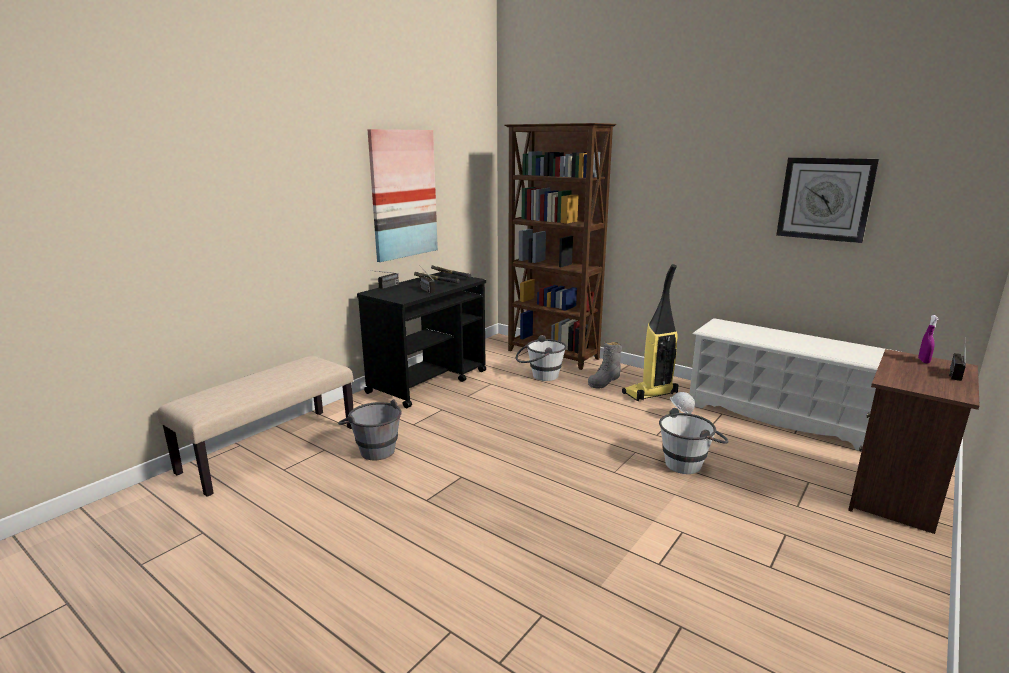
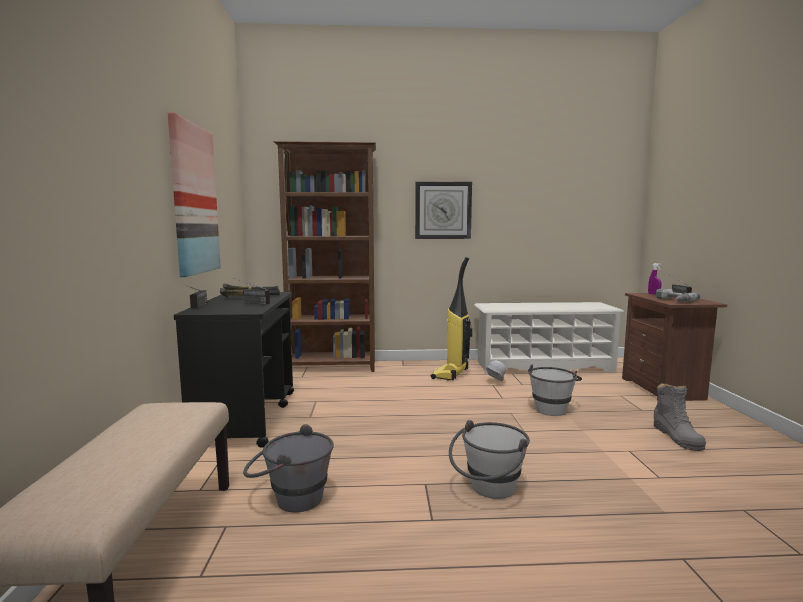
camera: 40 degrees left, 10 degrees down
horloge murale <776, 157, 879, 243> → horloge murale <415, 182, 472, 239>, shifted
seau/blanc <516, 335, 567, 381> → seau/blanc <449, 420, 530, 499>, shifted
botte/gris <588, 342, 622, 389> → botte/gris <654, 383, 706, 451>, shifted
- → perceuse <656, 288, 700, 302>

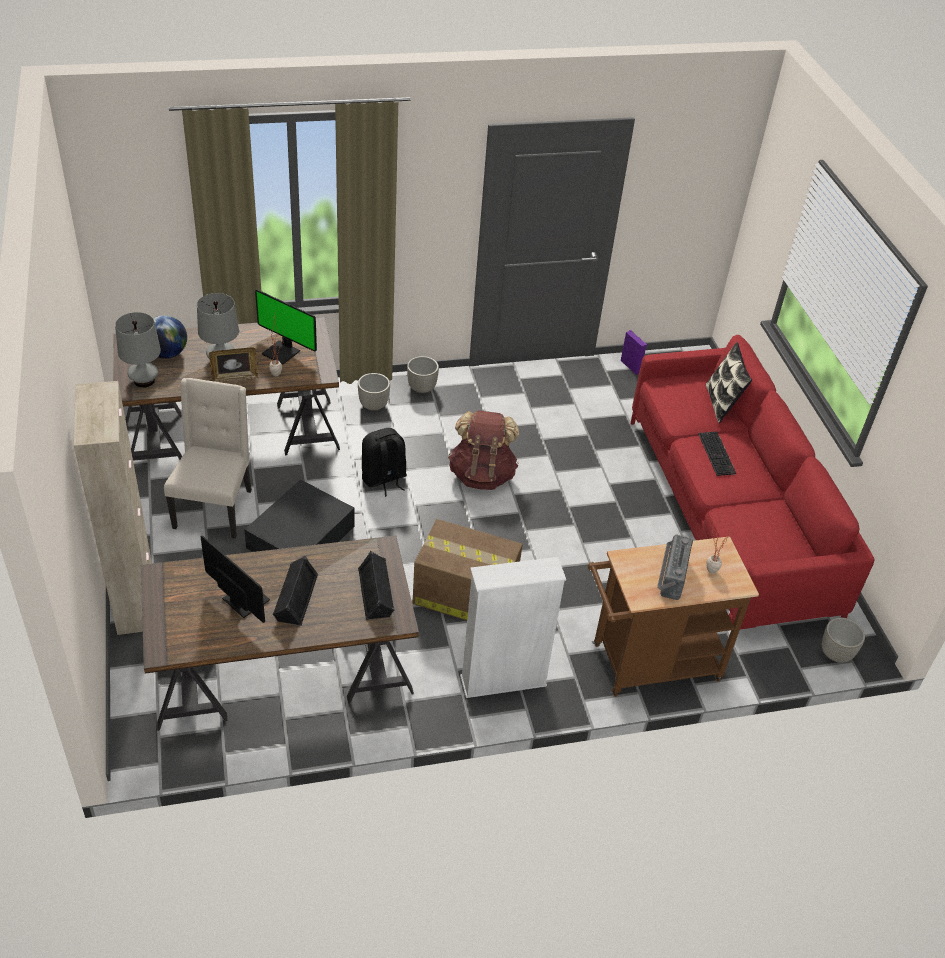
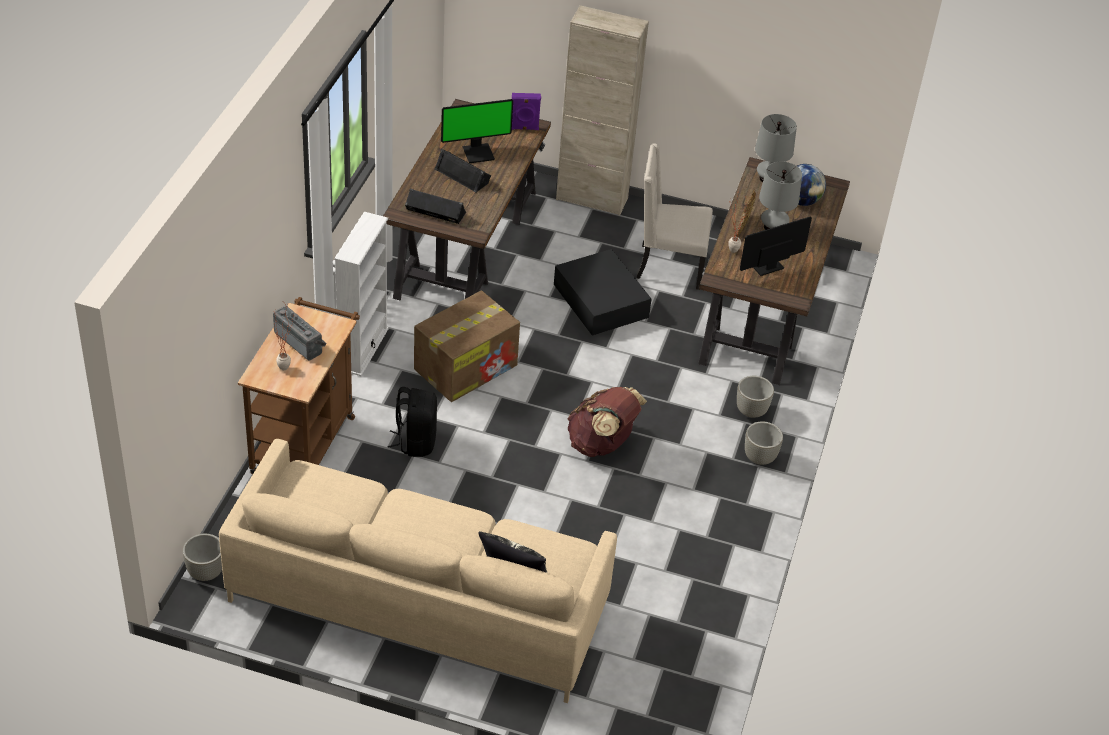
camera: 120 degrees right, 0 degrees up
enceinte/violet <621, 330, 647, 375> → enceinte/violet <512, 93, 541, 130>, shifted
canapé/rouge <631, 335, 875, 629> → canapé/beige <219, 439, 617, 703>
chaise/beige <164, 378, 252, 539> → chaise/beige <637, 143, 713, 290>, 150 degrees clockwise
sac à dos/noir <362, 428, 407, 497> → sac à dos/noir <388, 387, 437, 457>, shifted
clavier <698, 431, 736, 476> → -

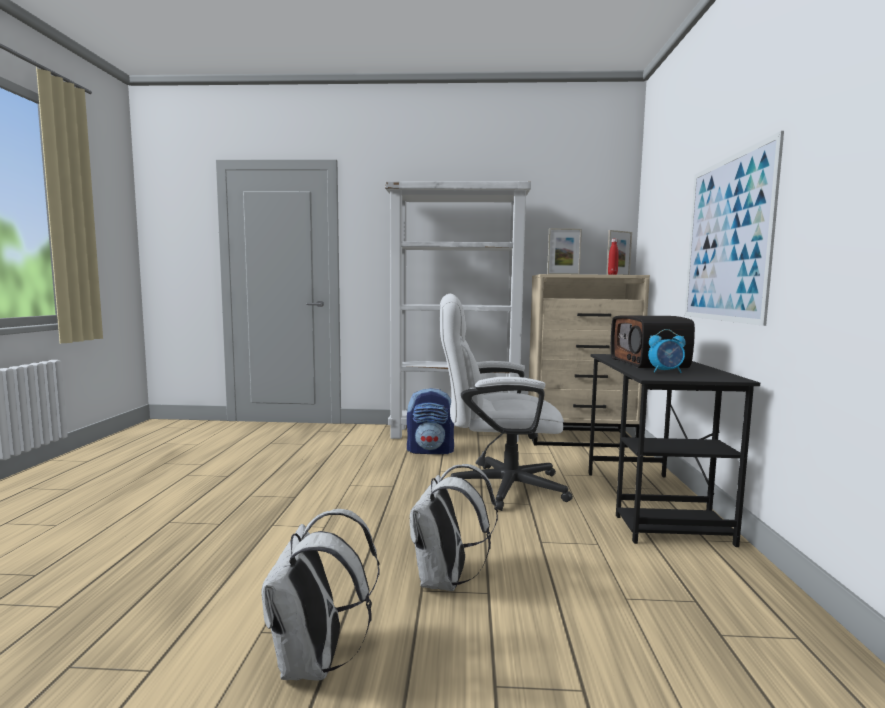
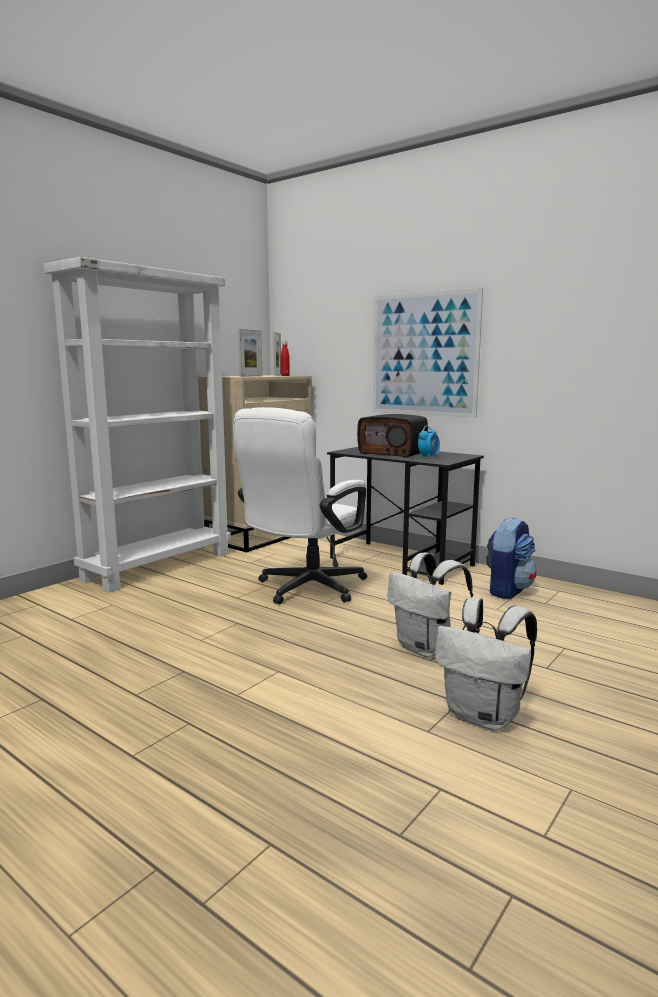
camera: 55 degrees left, 5 degrees up
sac à dos <407, 388, 454, 454> → sac à dos <486, 517, 537, 599>, shifted

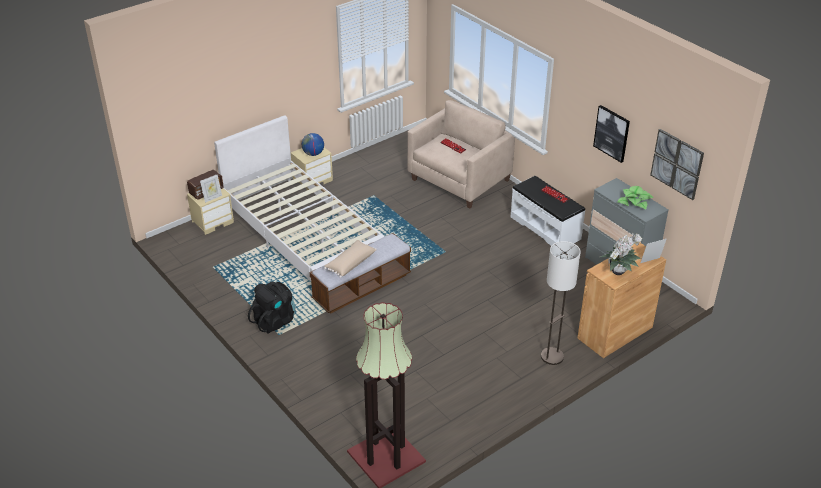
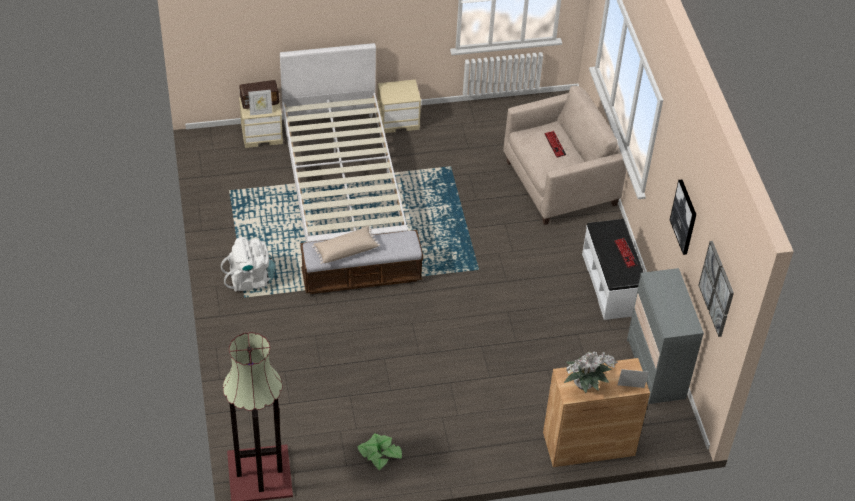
camera: 25 degrees right, 10 degrees up
globe <301, 133, 324, 156> → -
plante en pot <617, 186, 654, 210> → plante en pot <357, 434, 402, 470>, shifted
lampadaire <541, 241, 581, 365> → -
sac à dos/noir <248, 282, 295, 334> → sac à dos/blanc <221, 237, 276, 292>

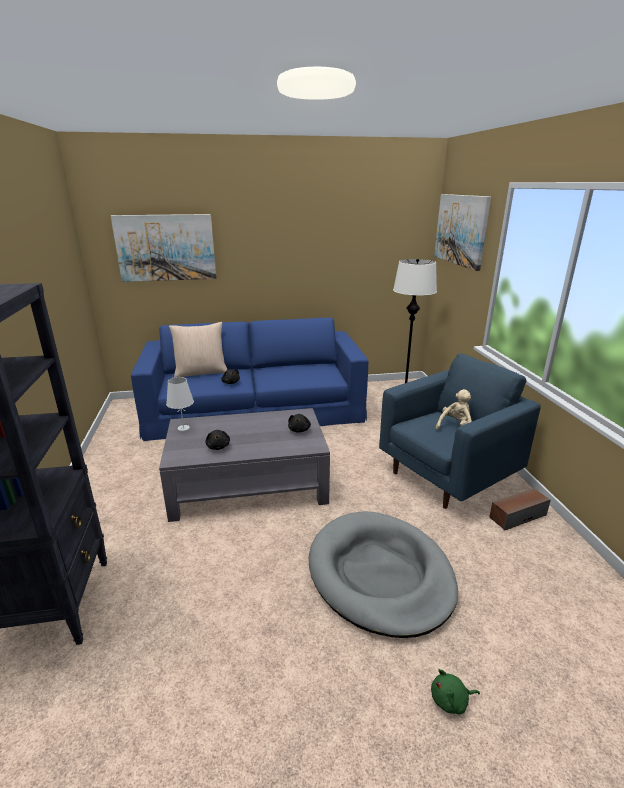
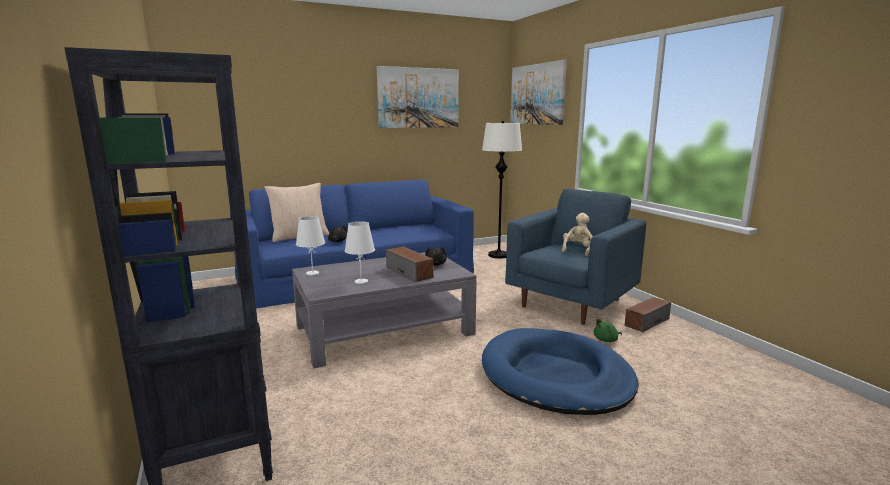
camera: 15 degrees left, 10 degrees down
tableau <111, 214, 216, 282> → tableau <377, 66, 459, 128>, shifted
peluche/noir <205, 430, 230, 450> → lampe de table/blanc <344, 221, 375, 284>
panier pour chien/gris <309, 511, 458, 638> → panier pour chien/bleu <482, 328, 639, 415>
peluche/vert <431, 669, 480, 715> → peluche/vert <594, 319, 622, 342>, shifted
- → enceinte <386, 247, 433, 282>

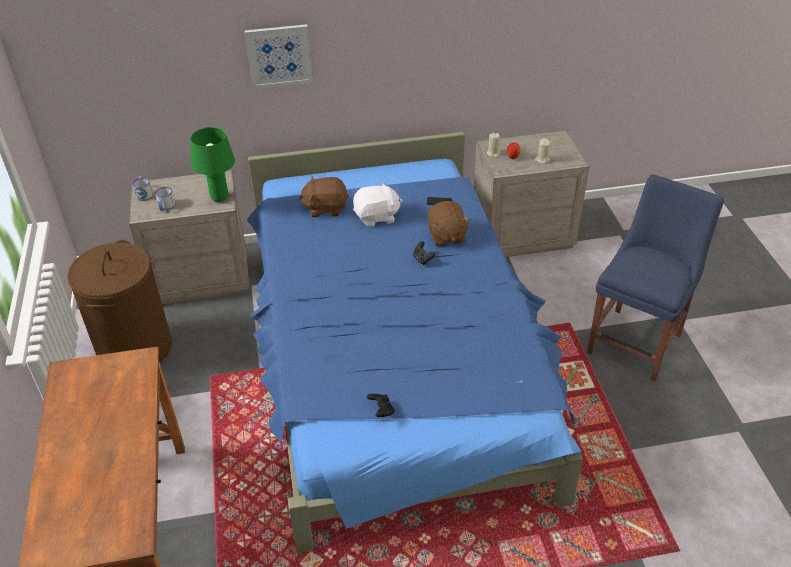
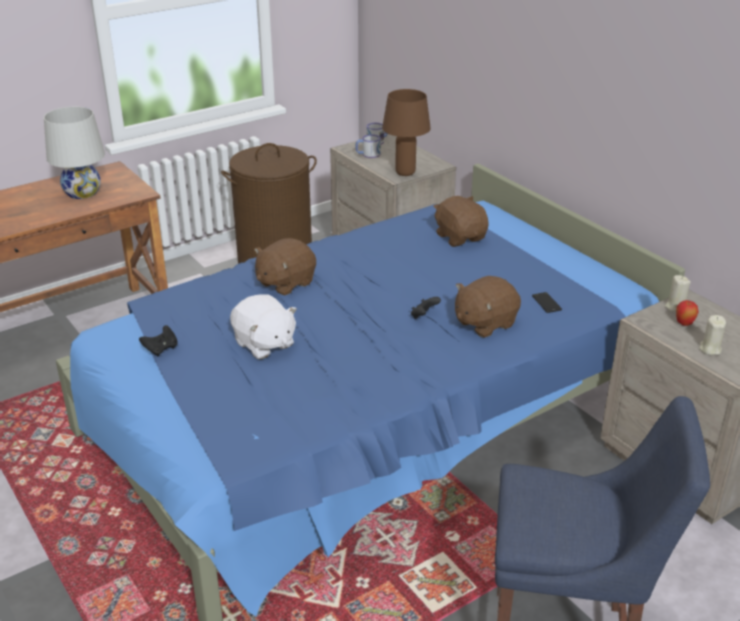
camera: 65 degrees right, 10 degrees down
tableau <244, 24, 313, 89> → -
lampe de table/vert <190, 127, 235, 202> → lampe de table/marron <382, 89, 431, 176>
peluche/blanc <353, 182, 402, 227> → peluche/blanc <230, 295, 297, 359>, shifted
- → lampe de table/blanc <44, 106, 105, 199>
- → peluche/marron <254, 238, 316, 295>

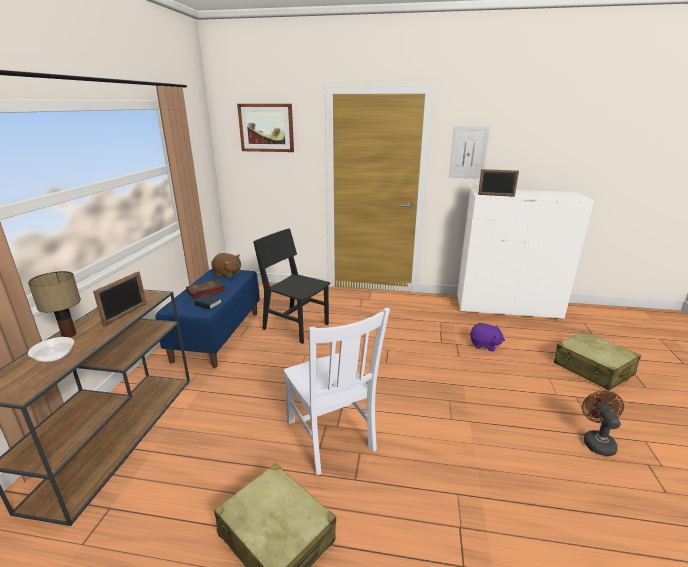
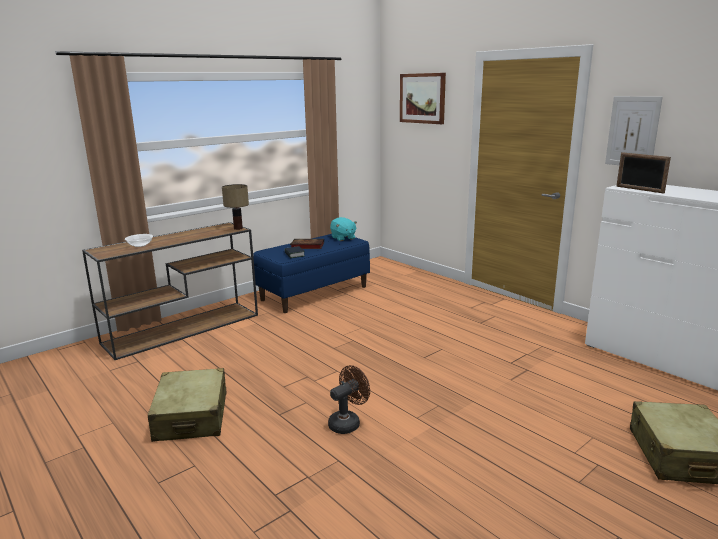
camera: 40 degrees right, 5 degrees down
chaise/noir <253, 228, 330, 344> → -
peluche/marron <211, 253, 241, 277> → peluche/turquoise <330, 217, 357, 241>
lampe de table <28, 271, 81, 338> → lampe de table <222, 184, 249, 230>, shifted
cadre photo <93, 271, 147, 327> → -
chaise/blanc <284, 308, 390, 475> → -
peluche/violet <470, 323, 505, 351> → -
ventilateur/marron <582, 391, 624, 456> → ventilateur/marron <328, 365, 370, 434>, shifted

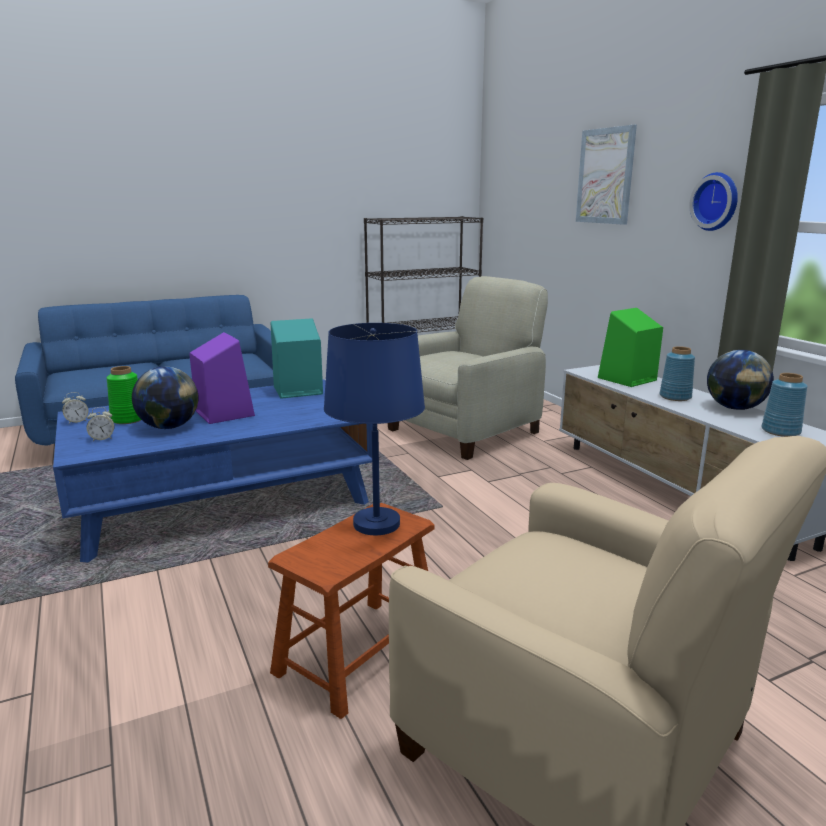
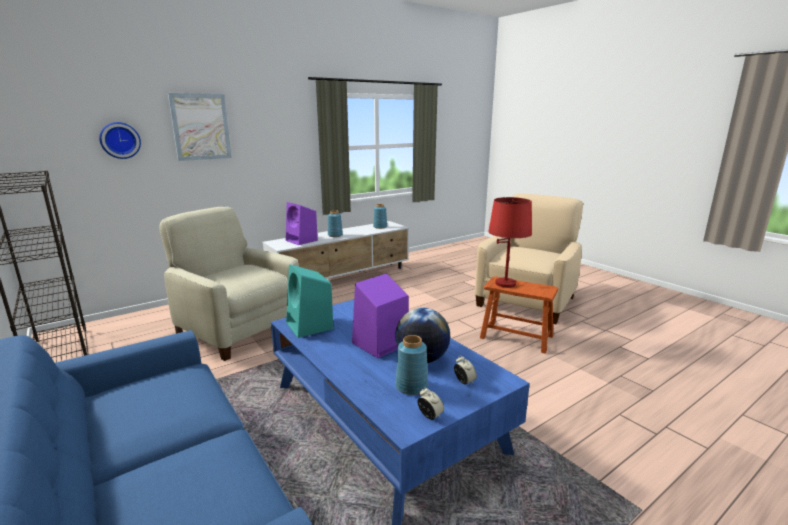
camera: 100 degrees left, 0 degrees up
horloge murale <689, 172, 738, 231> → horloge murale <99, 122, 141, 159>, shifted
enceinte/vert <598, 308, 663, 387> → enceinte/violet <286, 202, 318, 245>
lampe de table/bleu <324, 323, 425, 535> → lampe de table/rouge <488, 197, 532, 288>
globe <707, 350, 774, 410> → -
vase/vert <107, 366, 141, 424> → vase/bleu <396, 335, 428, 395>

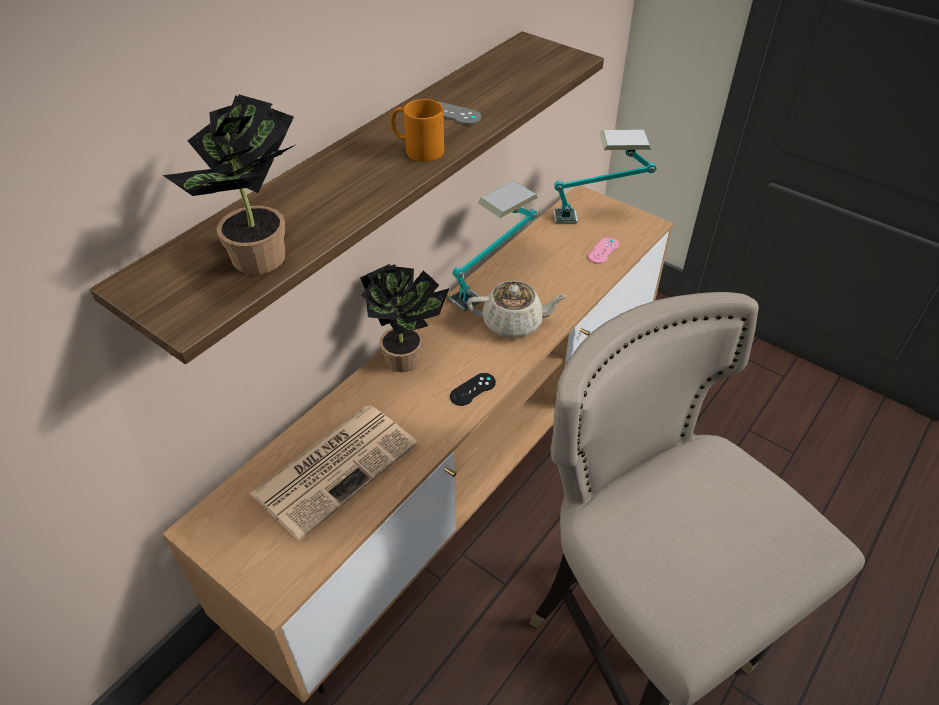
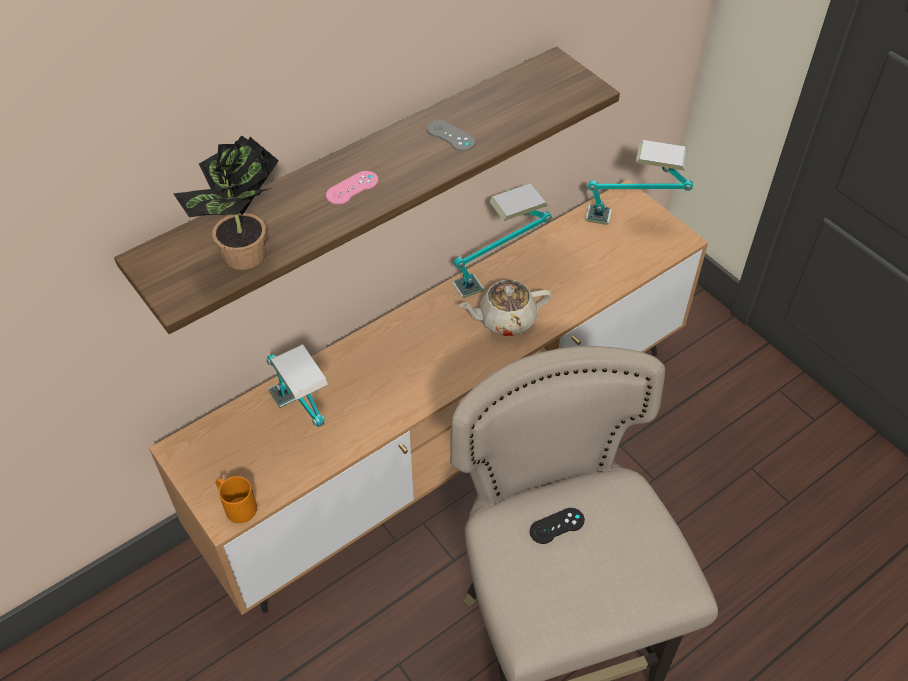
camera: 15 degrees right, 5 degrees up
mug/orange <391, 99, 444, 162> → mug/orange <216, 476, 257, 523>, shifted
manette/rose <588, 238, 619, 264> → manette/rose <326, 171, 378, 205>, shifted
plante en pot <360, 264, 449, 372> → -
théière/beige <467, 281, 567, 338> → théière/beige <459, 280, 552, 336>, 150 degrees clockwise
manette/noir <450, 373, 496, 406> → manette/noir <530, 508, 585, 544>, shifted
journal <249, 405, 417, 541> → lampe de table <267, 344, 328, 427>

